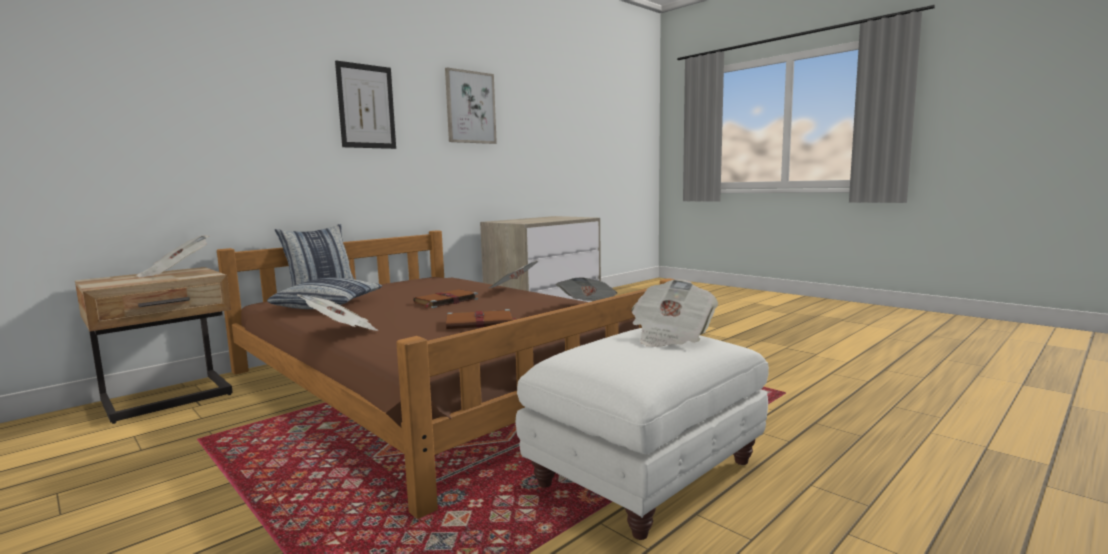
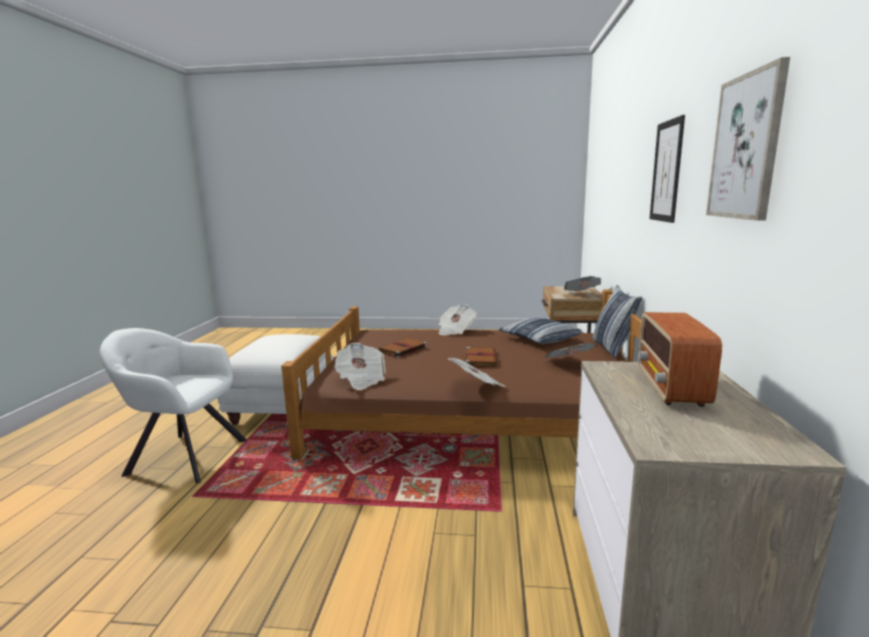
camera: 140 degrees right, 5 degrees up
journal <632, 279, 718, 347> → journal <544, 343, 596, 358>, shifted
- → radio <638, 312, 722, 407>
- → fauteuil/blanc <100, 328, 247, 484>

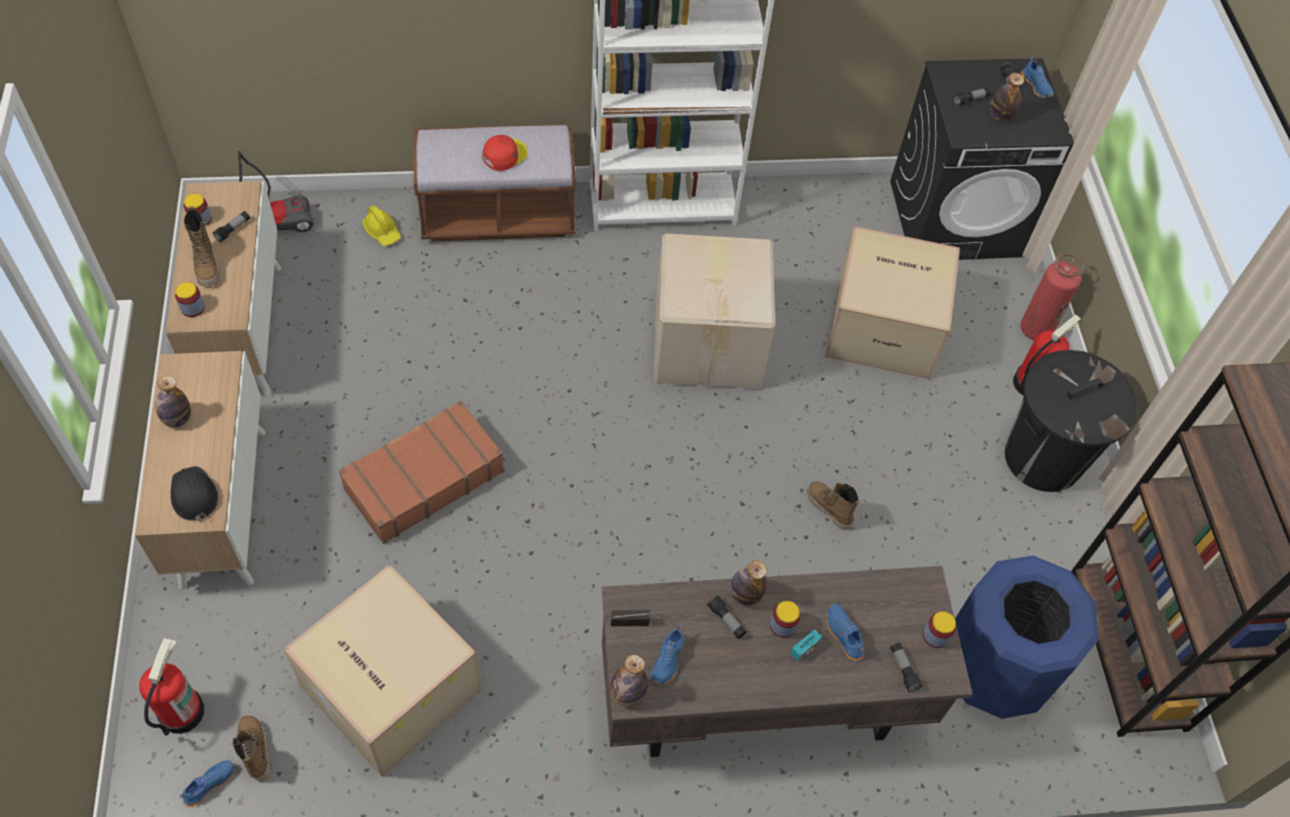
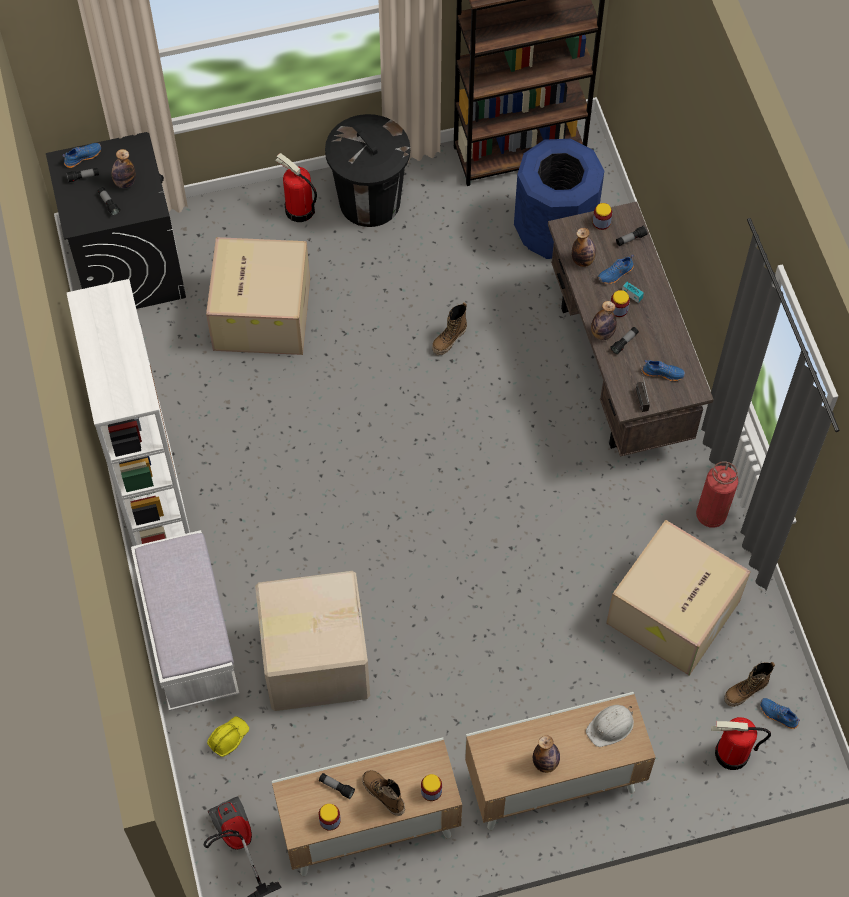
camera: 95 degrees left, 5 degrees up
banc/marron <414, 124, 576, 242> → banc/blanc <131, 530, 239, 711>
casquette/rouge <482, 135, 528, 171> → -
botte <184, 206, 219, 287> → botte <362, 770, 405, 816>, 105 degrees counterclockwise
carton <653, 233, 775, 389> → carton <255, 571, 370, 711>, shifted
extincteur <1020, 254, 1083, 340> → extincteur <696, 461, 738, 528>, shifted
valise/marron <339, 401, 504, 544> → -
casque de chantier/noir <171, 466, 218, 522> → casque de chantier/blanc <586, 705, 634, 747>
bouteille <610, 655, 648, 707> → bouteille <572, 228, 596, 267>, shifted

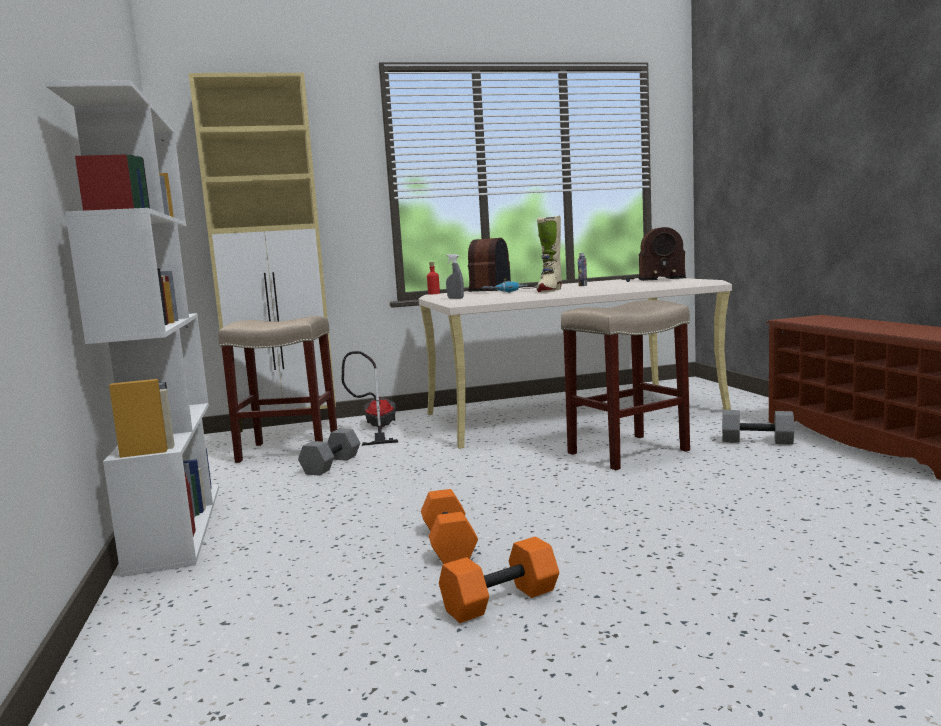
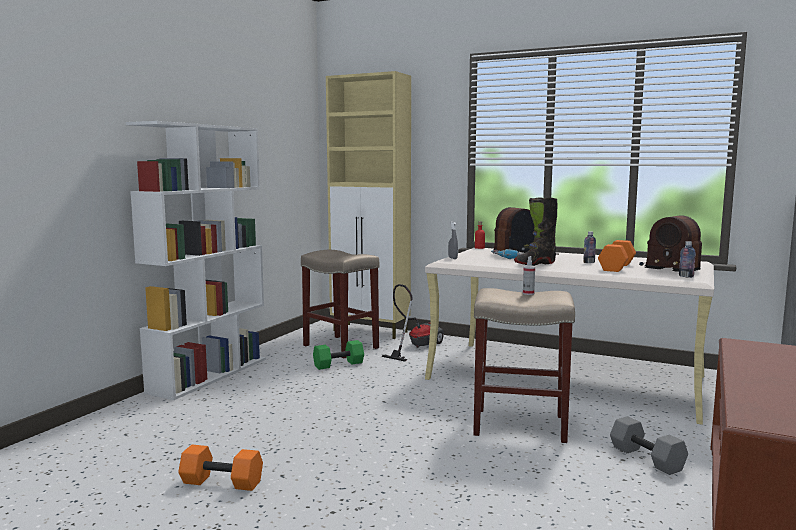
camera: 40 degrees right, 0 degrees up
botte/beige <536, 216, 562, 292> → botte/noir <514, 198, 557, 266>
haltère/gris <298, 428, 360, 476> → haltère/vert <313, 340, 364, 370>
haltère/orange <421, 489, 478, 564> → haltère/orange <598, 240, 636, 272>, shifted
- → bouteille <679, 241, 696, 278>
- → vaporisateur <523, 256, 535, 295>

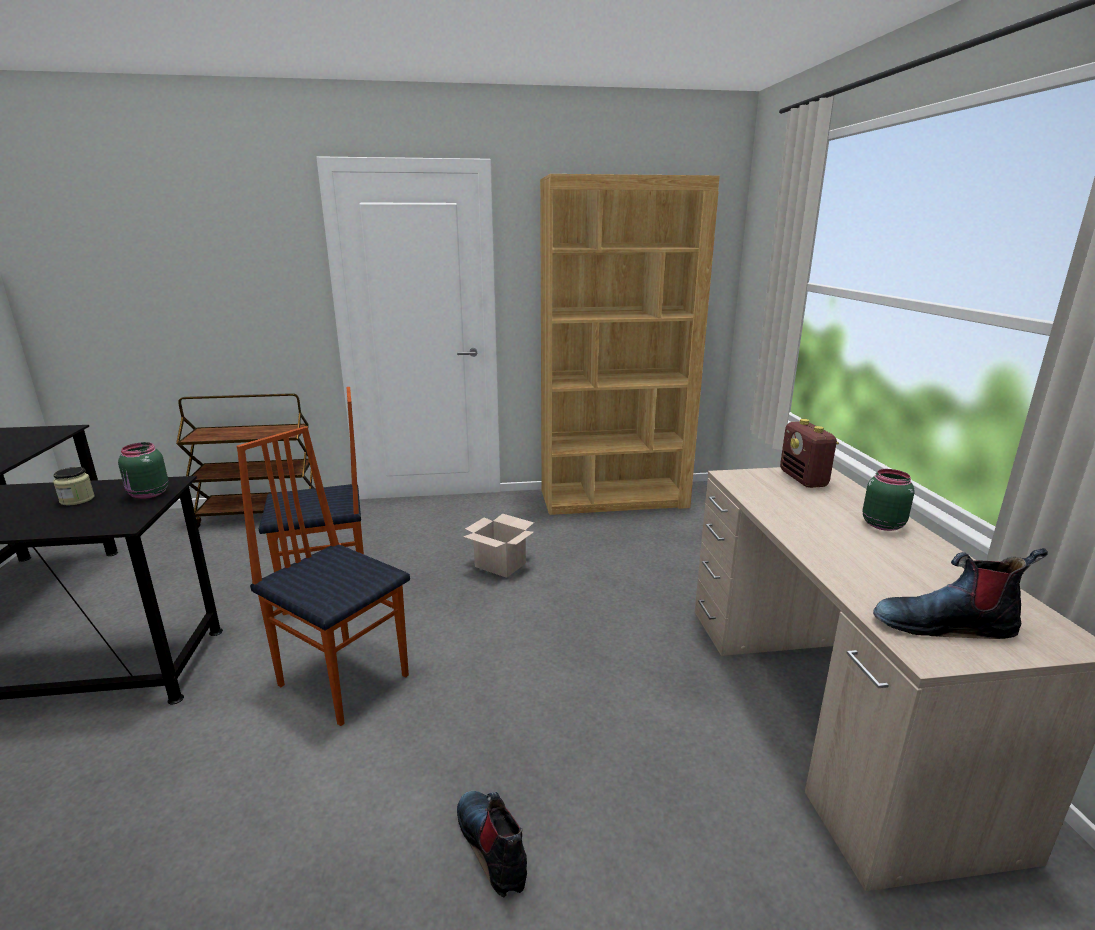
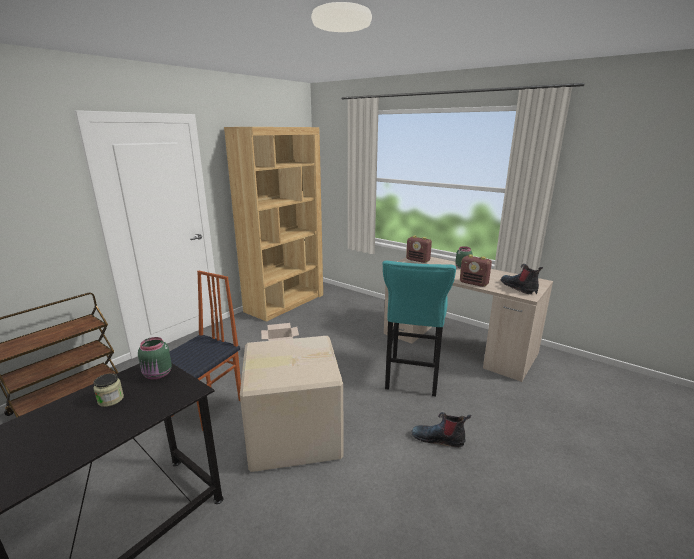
camera: 45 degrees left, 0 degrees up
chaise <237, 426, 410, 726> → carton <240, 336, 344, 472>
botte <873, 548, 1048, 639> → botte <501, 264, 543, 294>, 105 degrees clockwise
- → radio <460, 254, 492, 287>
- → tabouret/turquoise <382, 261, 456, 396>

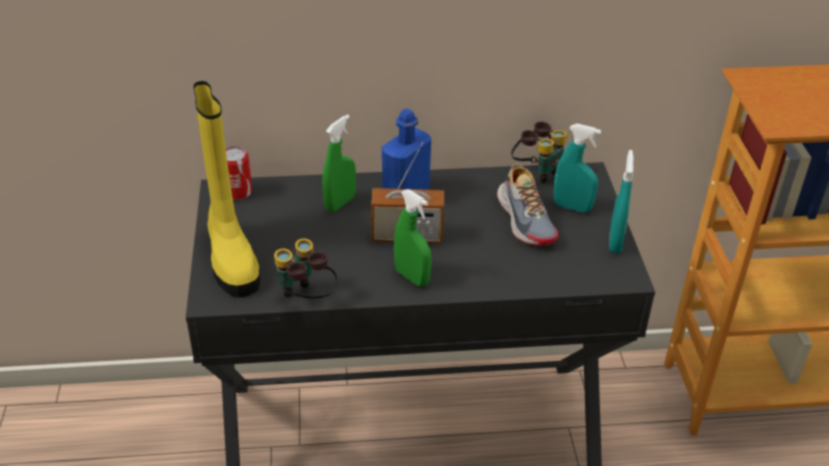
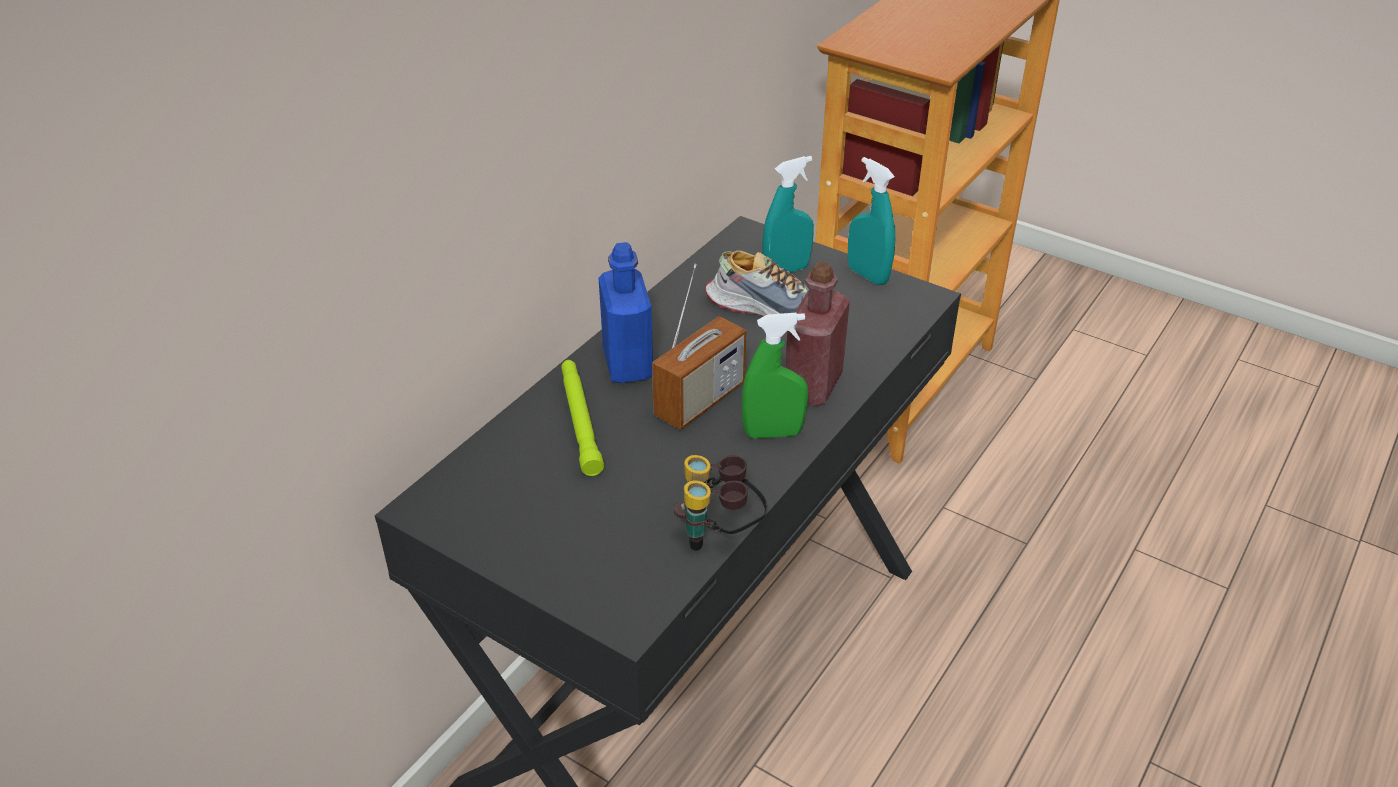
camera: 50 degrees left, 0 degrees up
botte/jaune <193, 81, 260, 298> → -
vaporisateur/vert <322, 114, 356, 212> → lampe de poche/vert <561, 360, 604, 476>
jumelles <511, 122, 567, 183> → -
boîte métallique <226, 146, 252, 200> → -
- → bouteille/rouge <786, 262, 850, 406>

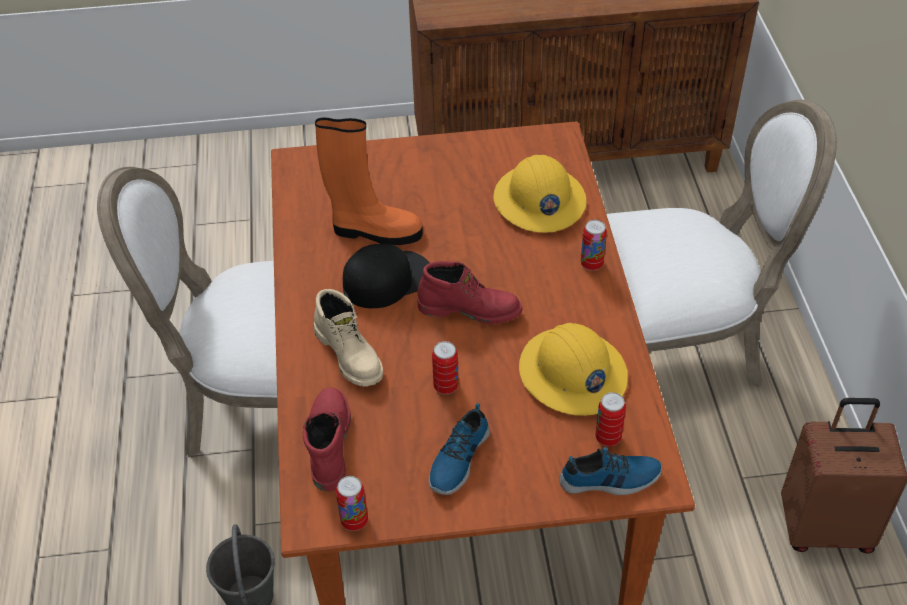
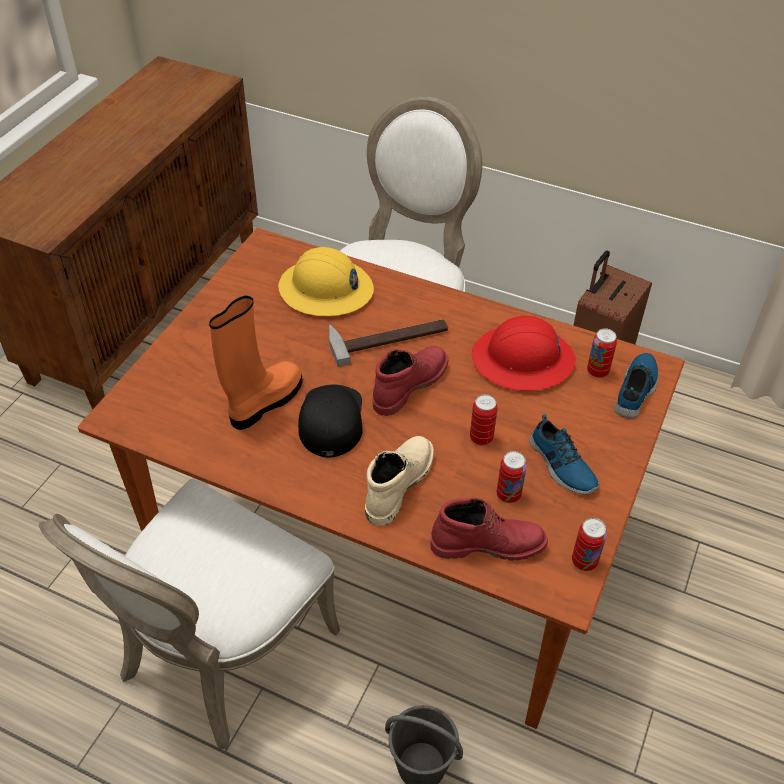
camera: 60 degrees left, 0 degrees up
boîte métallique <581, 220, 607, 271> → boîte métallique <497, 451, 527, 503>, shifted
botte/beige <314, 289, 383, 386> → botte/beige <365, 436, 434, 526>, 60 degrees counterclockwise
casque de chantier/jaune <519, 323, 628, 416> → casque de chantier/rouge <472, 316, 576, 391>
botte/rouge <303, 388, 351, 491> → botte/rouge <430, 497, 548, 561>, 150 degrees clockwise
- → marteau <329, 319, 448, 367>

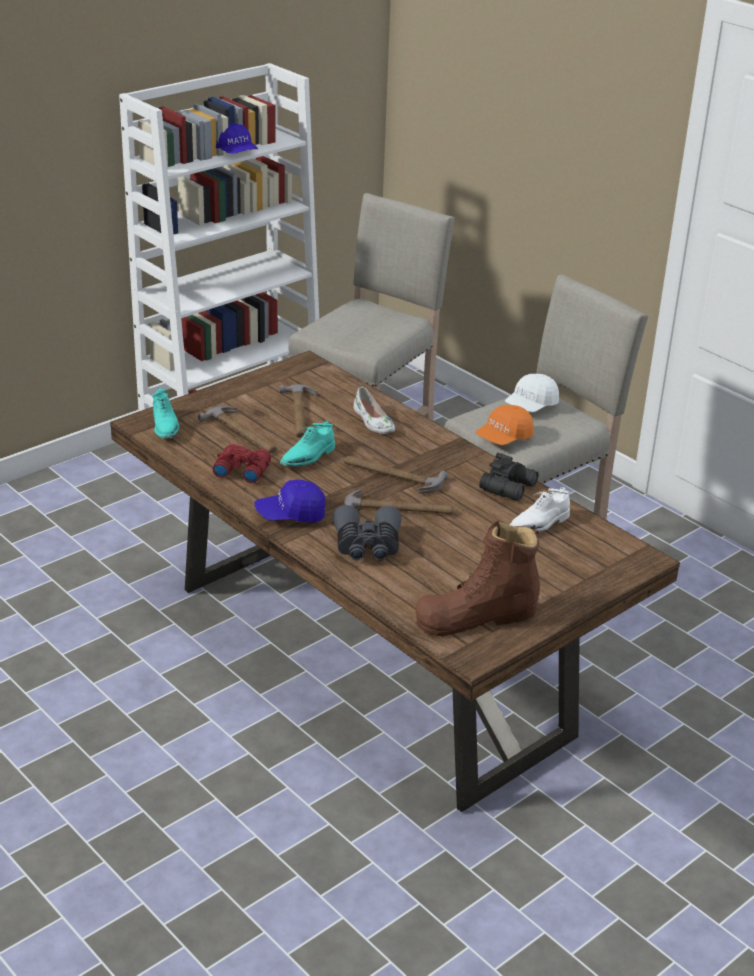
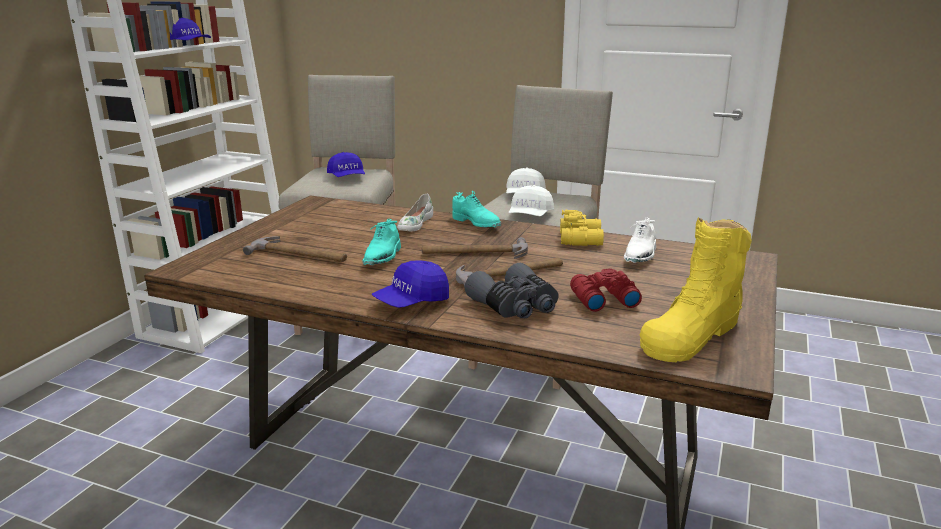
camera: 25 degrees left, 10 degrees down
marteau <279, 384, 317, 438> → -
chaussure/blanc <354, 387, 395, 434> → chaussure/blanc <397, 194, 433, 231>, 75 degrees clockwise
chaussure/turquoise <152, 388, 179, 439> → chaussure/turquoise <452, 191, 501, 227>, shifted
casquette/orange <476, 405, 533, 445> → casquette/blanc <509, 185, 554, 216>
jumelles/rouge <213, 444, 271, 483> → jumelles/rouge <570, 268, 642, 312>, shifted
jumelles/noir <479, 452, 538, 501> → jumelles/jaune <560, 210, 604, 246>
botte/marron <416, 521, 540, 636> → botte/jaune <640, 218, 752, 362>
- → casquette/bleu <327, 152, 365, 177>

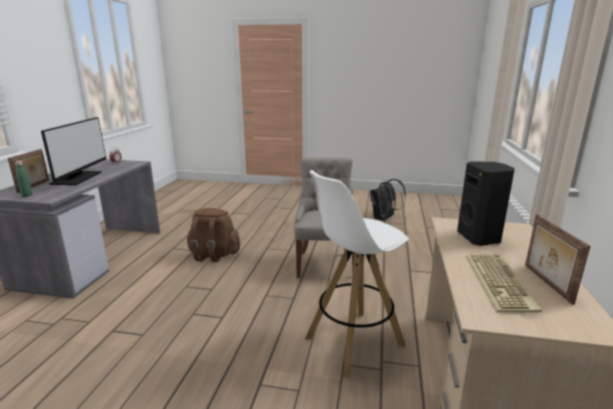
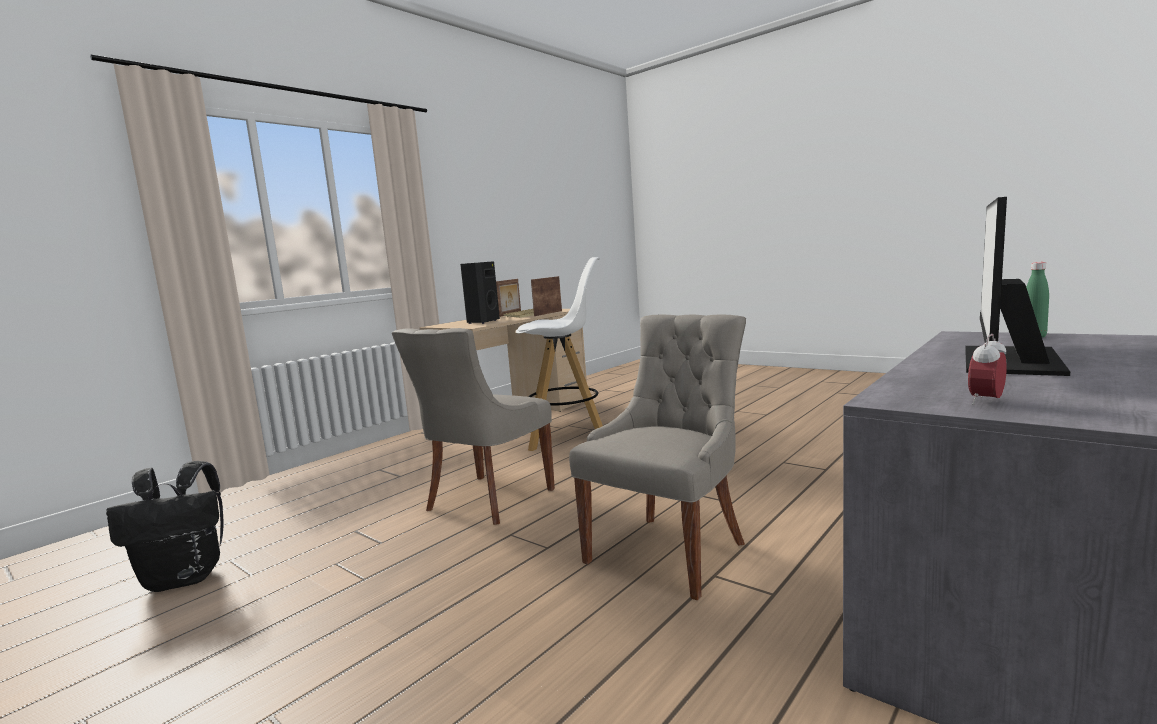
camera: 150 degrees left, 10 degrees down
cadre photo <8, 149, 49, 193> → cadre photo <531, 276, 562, 316>, shifted
sac à dos/marron <187, 208, 240, 262> → chaise/gris <569, 314, 746, 600>

